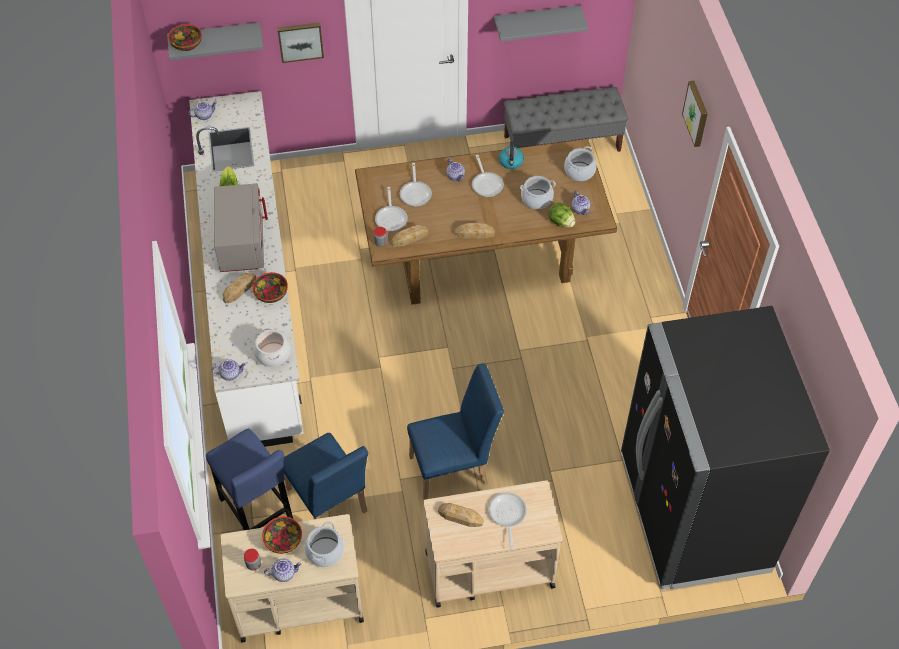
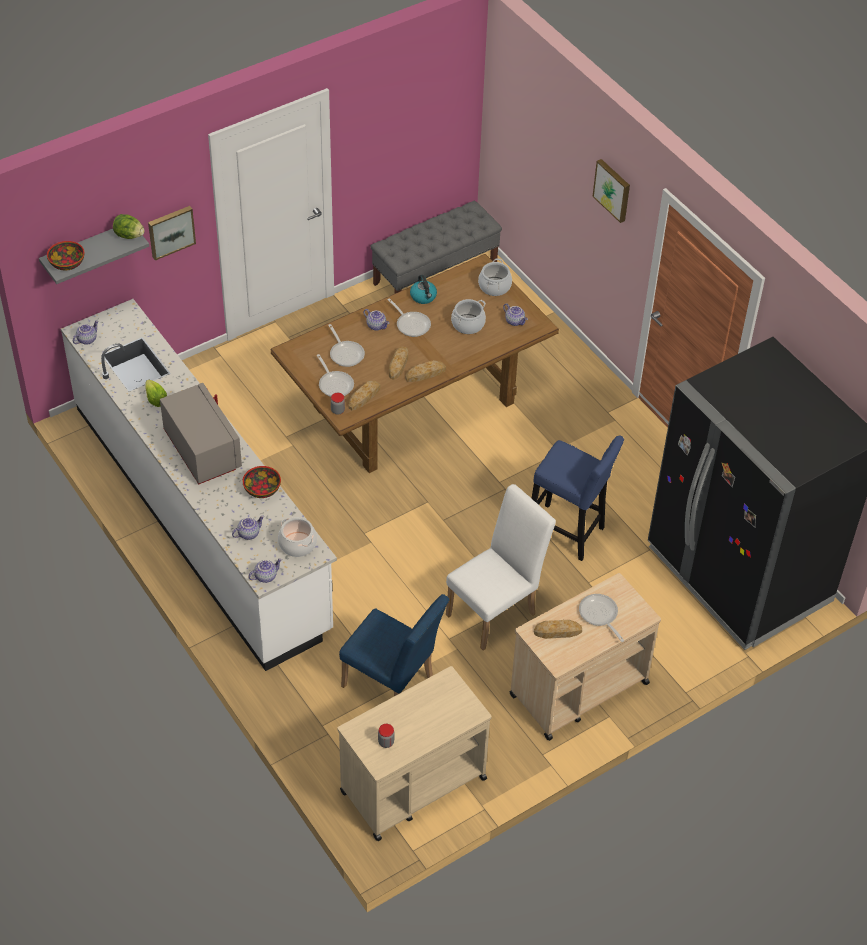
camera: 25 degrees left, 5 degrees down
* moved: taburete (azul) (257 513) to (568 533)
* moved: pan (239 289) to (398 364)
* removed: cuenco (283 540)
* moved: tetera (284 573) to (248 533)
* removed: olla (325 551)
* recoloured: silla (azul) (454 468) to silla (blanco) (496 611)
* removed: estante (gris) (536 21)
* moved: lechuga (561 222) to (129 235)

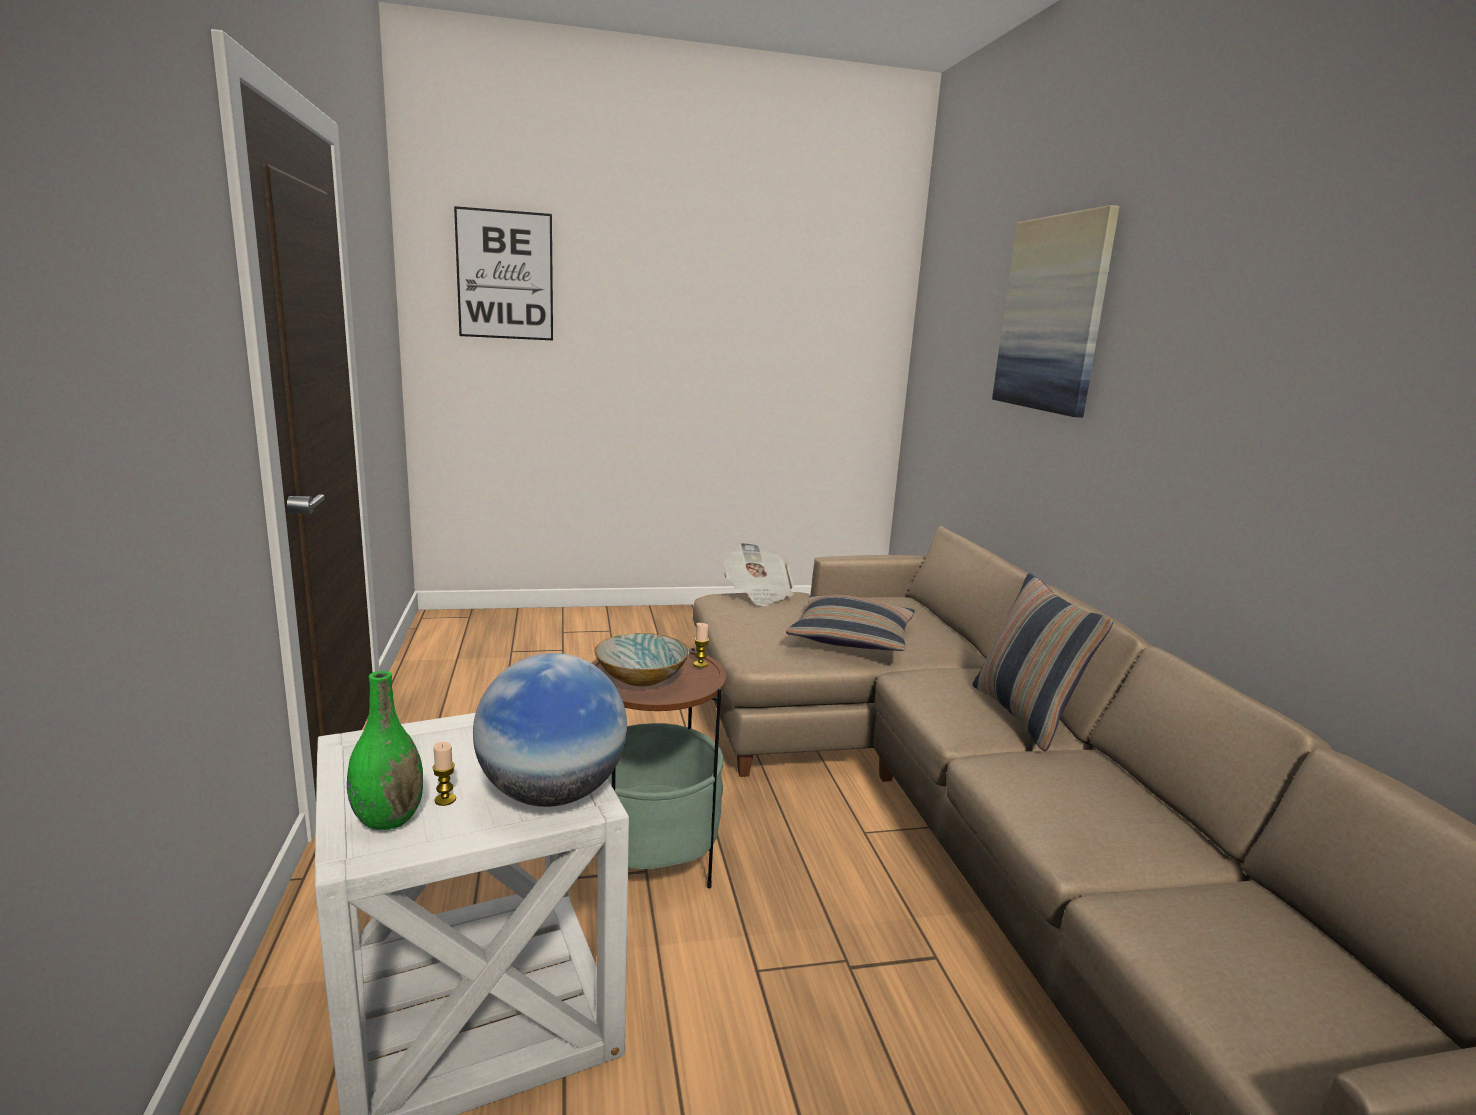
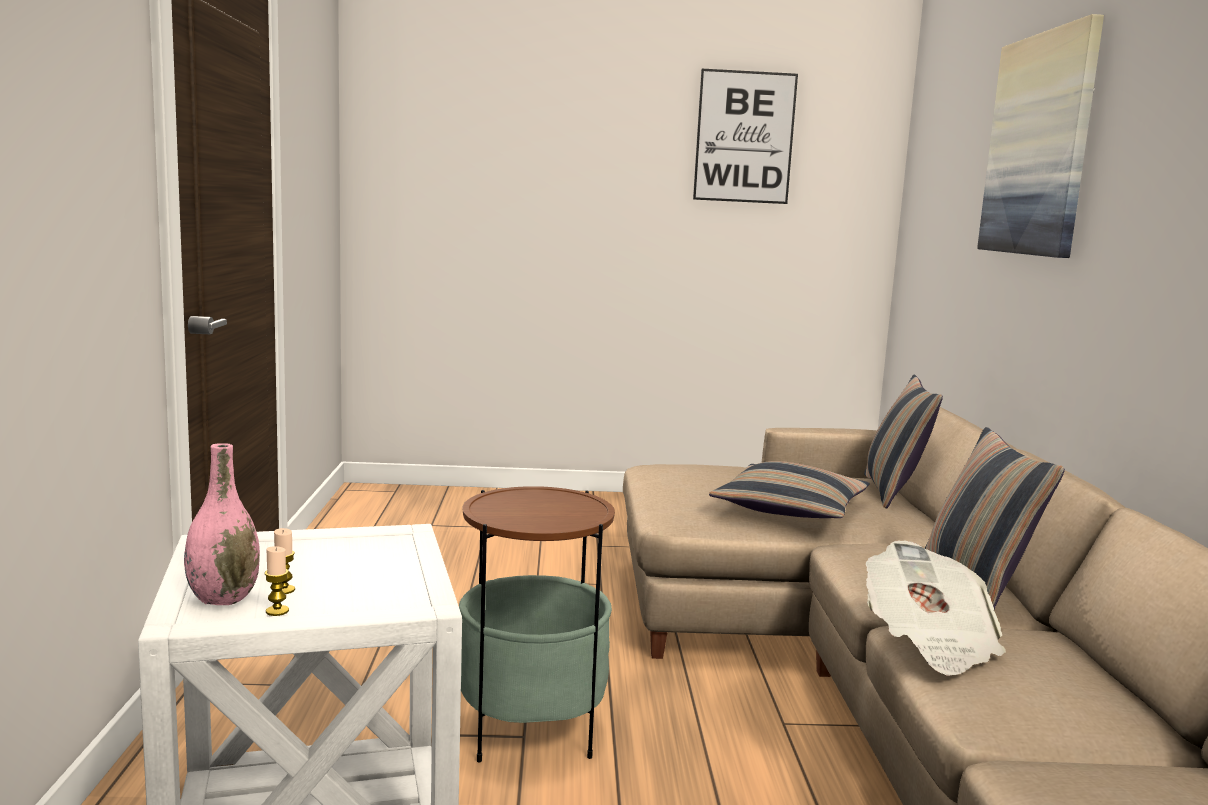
camera: 10 degrees right, 5 degrees down
* recoloured: florero (verde) (388 819) to florero (rosa) (223 598)
* moved: cuadro (505 275) to (744 137)
* removed: globo terráqueo (552 793)
* removed: cuenco (642 677)
* moved: vela (700 664) to (277 611)
* moved: periódico (757 593) to (929 642)
* added: cojín (893 492)

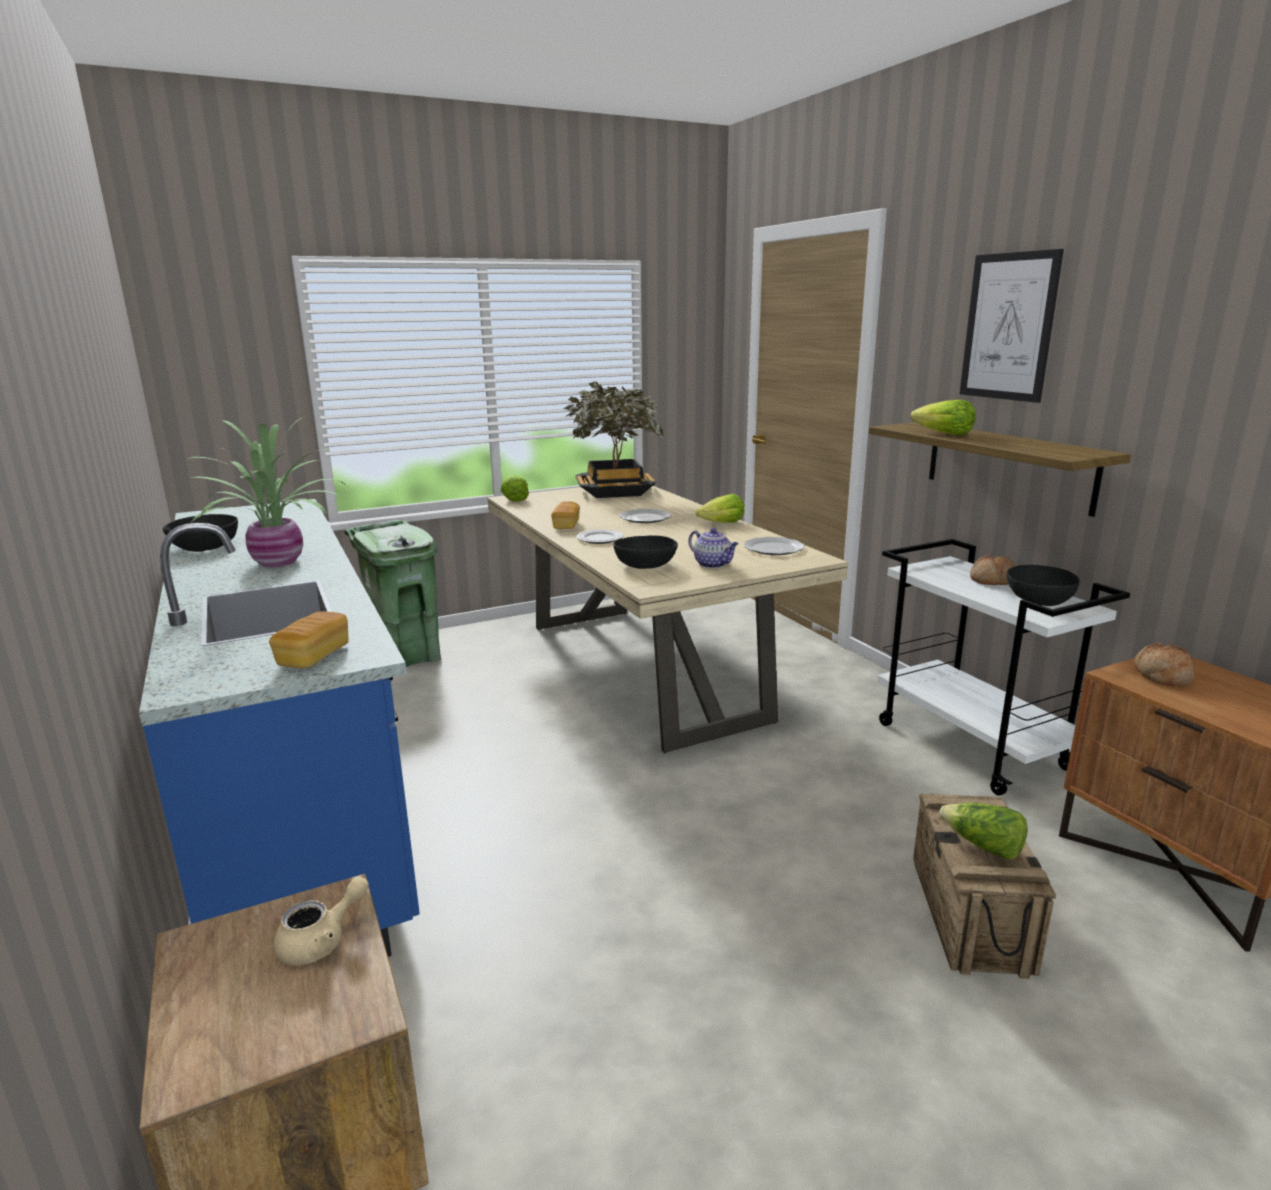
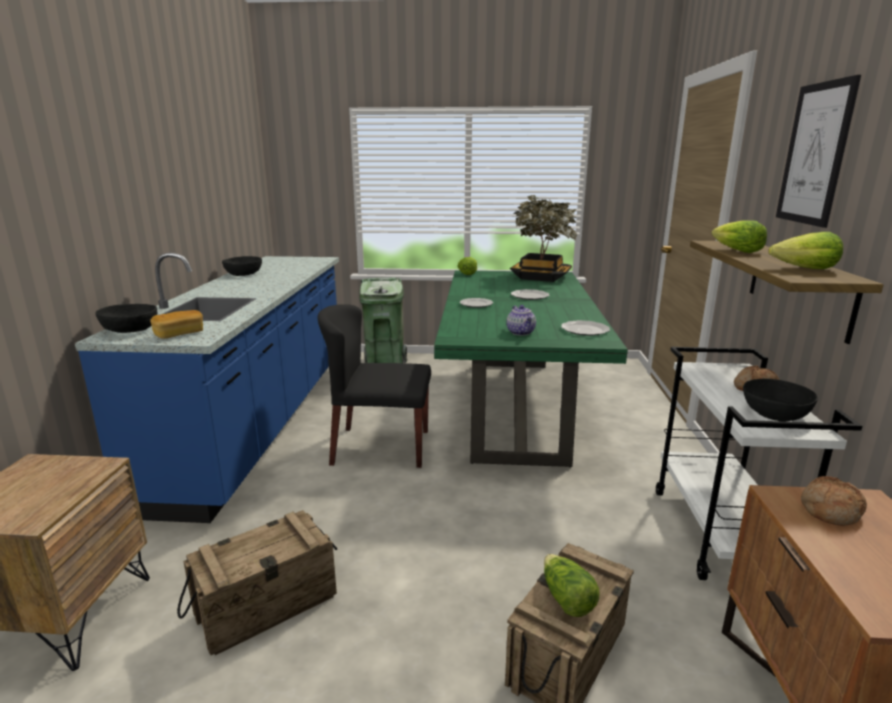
camera: 30 degrees right, 0 degrees up
* removed: planta en maceta (278 563)
* removed: tetera (beis) (321 941)
* recoloured: mesa de comedor (beis) (642 670) to mesa de comedor (verde) (515 407)
* removed: pan (566 525)
* moved: cuenco (negro) (645 566) to (131 330)
* moved: lechuga (722 524) to (805 269)
* added: caja de embalaje (266 605)
* added: silla (negro) (380 447)

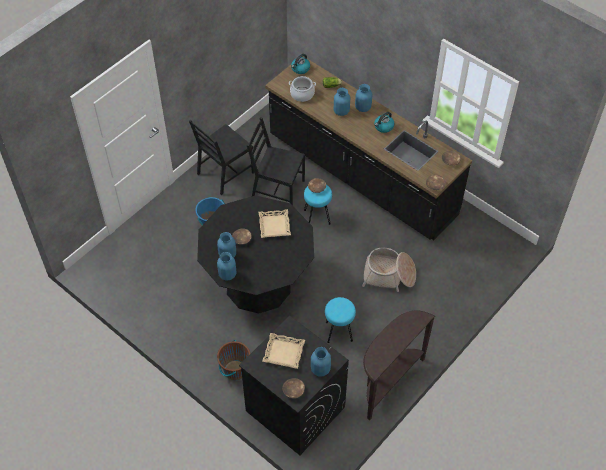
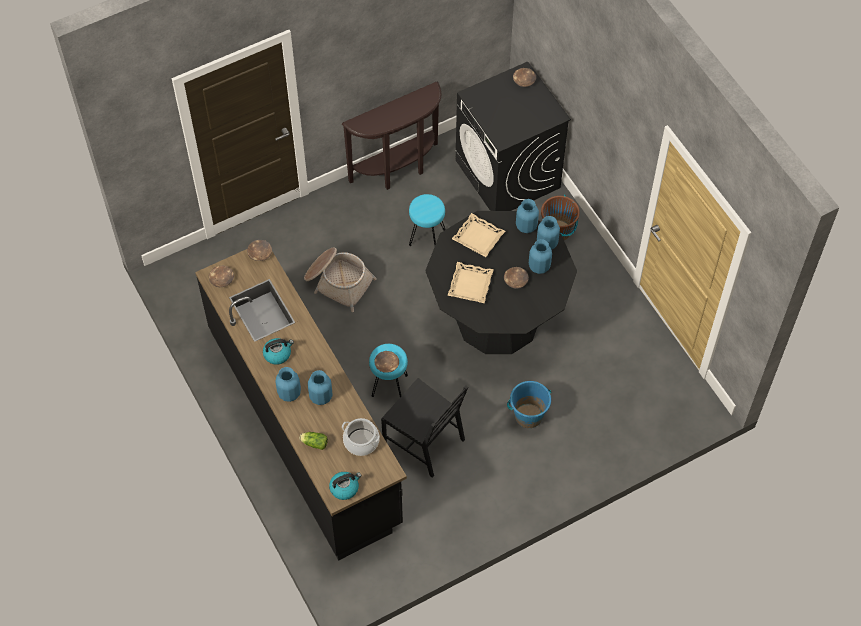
camera: 160 degrees left, 5 degrees up
* removed: silla (negro) (225 173)
* moved: bandeja (beis) (283 353) to (478 237)
* moved: florero (azul) (320 369) to (526 226)

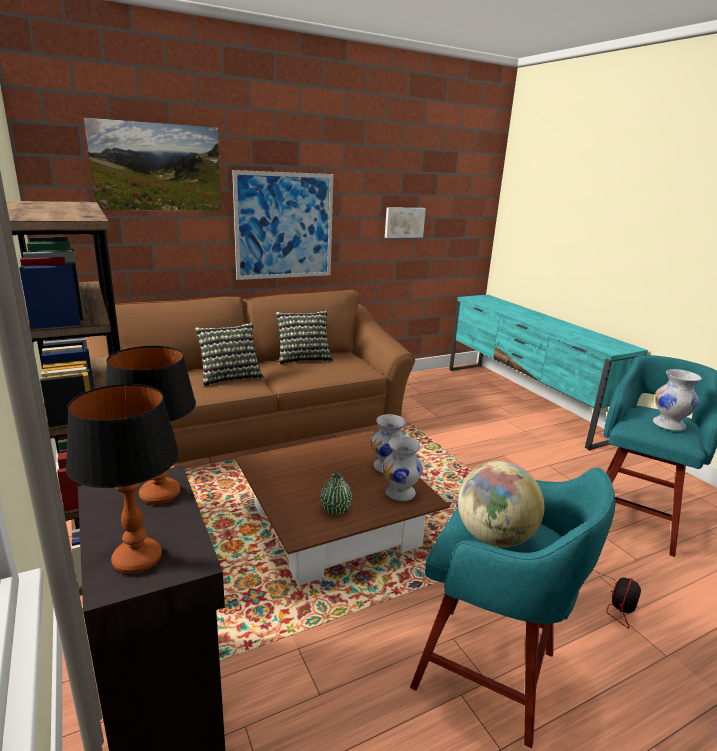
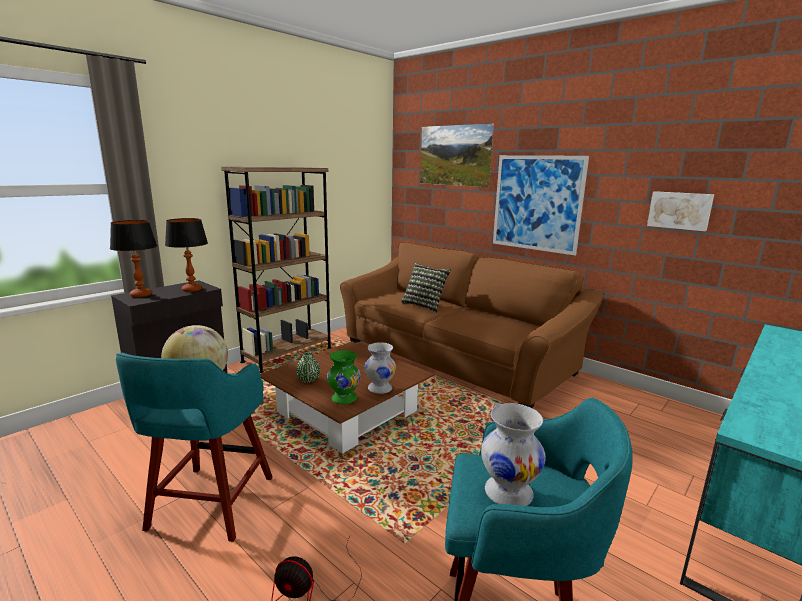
camera: 70 degrees right, 5 degrees down
* removed: cojín (303 358)
* recoloured: florero (blanco) (399 493) to florero (verde) (344 398)

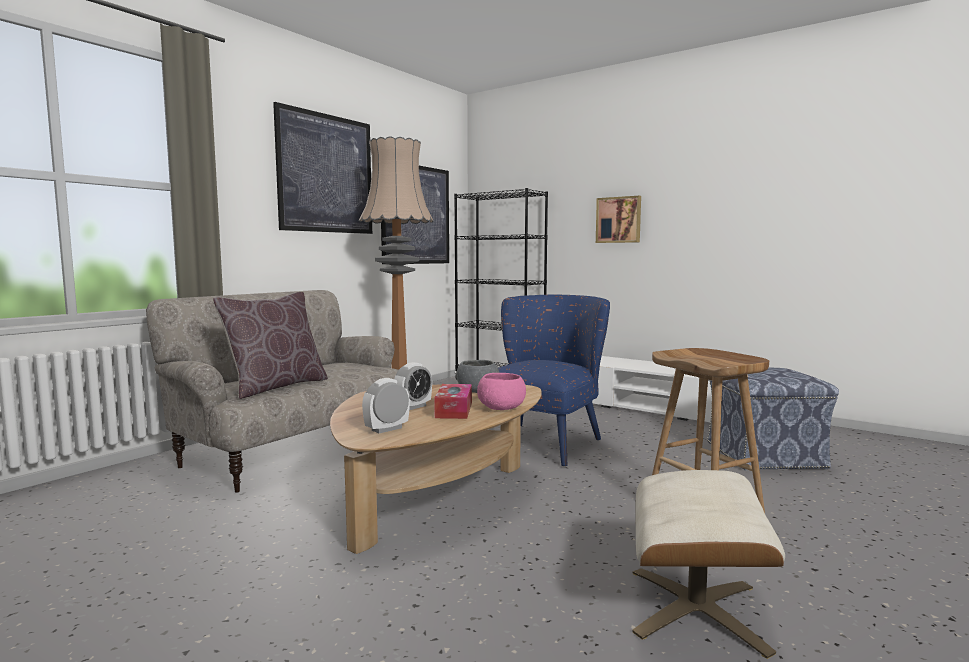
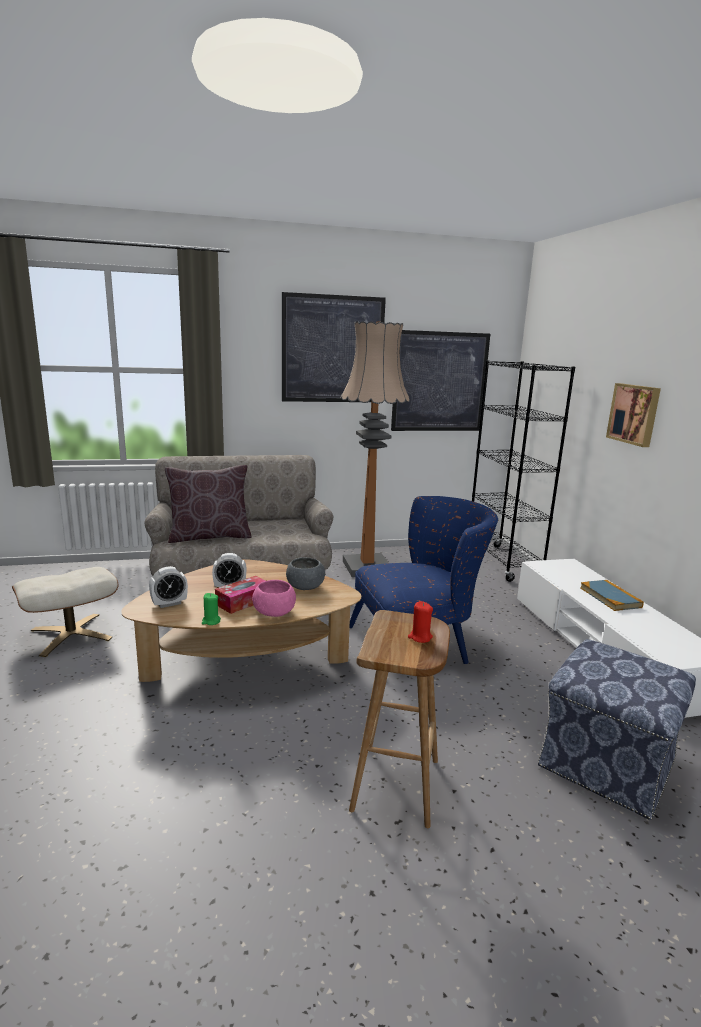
camera: 40 degrees right, 10 degrees up
* turned: despertador (387 429) = (169 603) 150 degrees clockwise
* moved: puf (beis) (697 609) to (71 634)
* added: vela (verde) (211 621)
* added: vela (rojo) (420 637)
* added: libro (610 597)

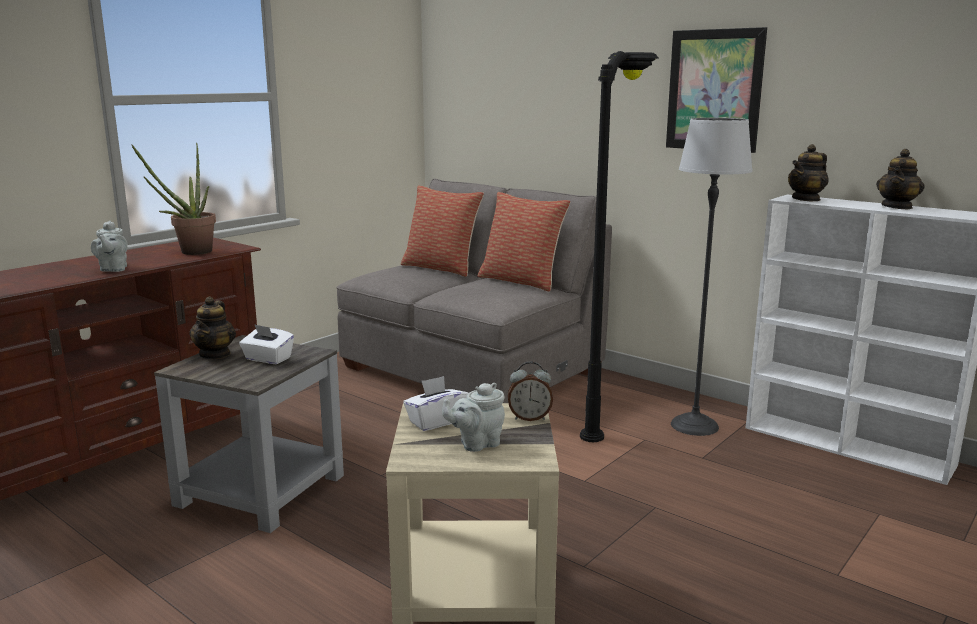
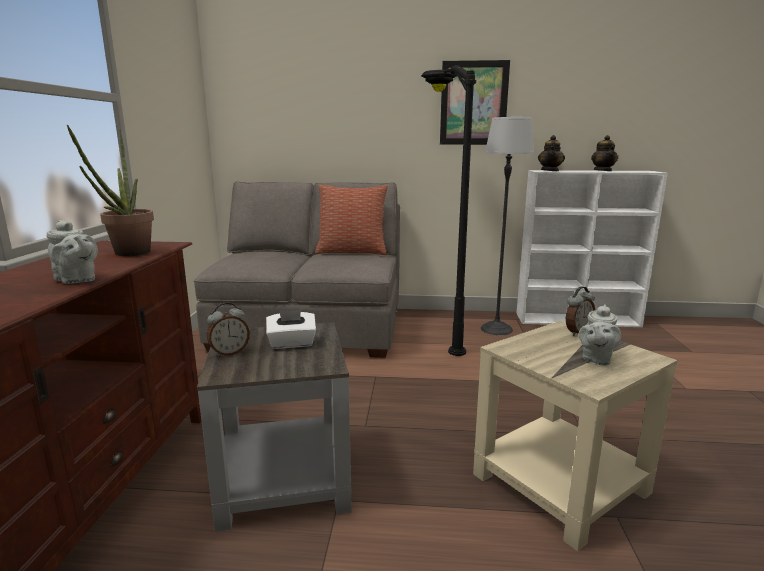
camera: 35 degrees left, 0 degrees up
* replaced: tetera (215 354) to despertador (229 353)
* removed: cojín (441 268)
* removed: caja de pañuelos (blanco) (436 421)

